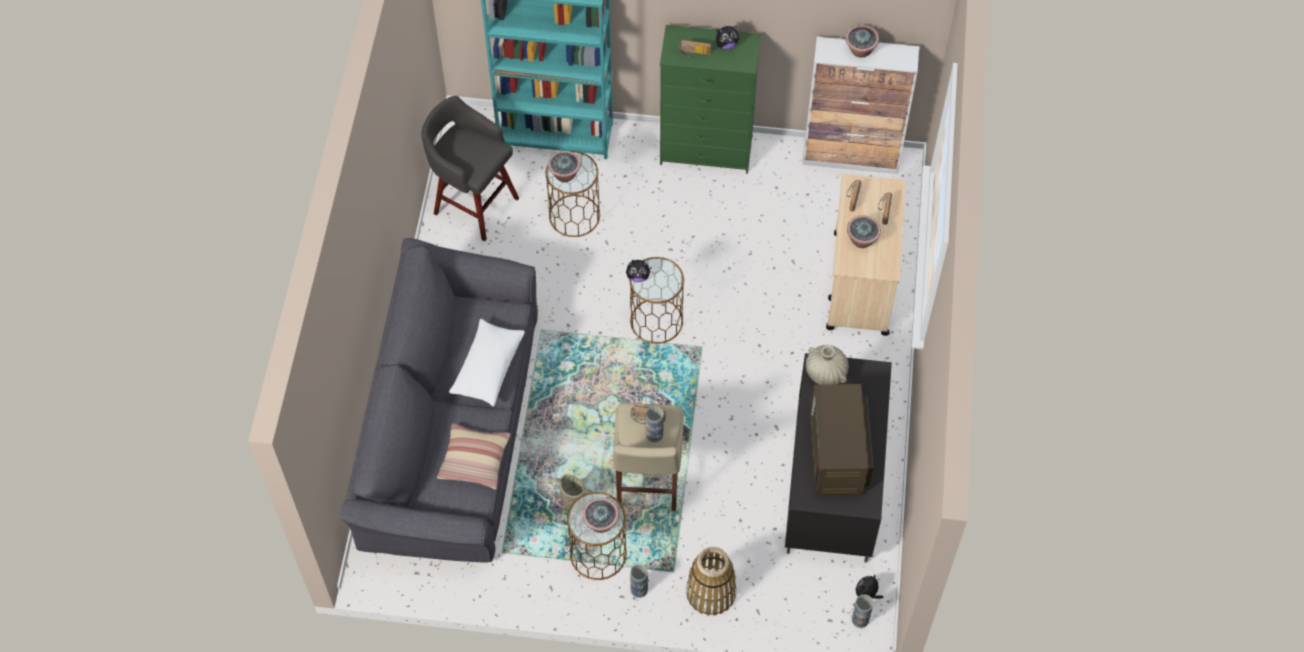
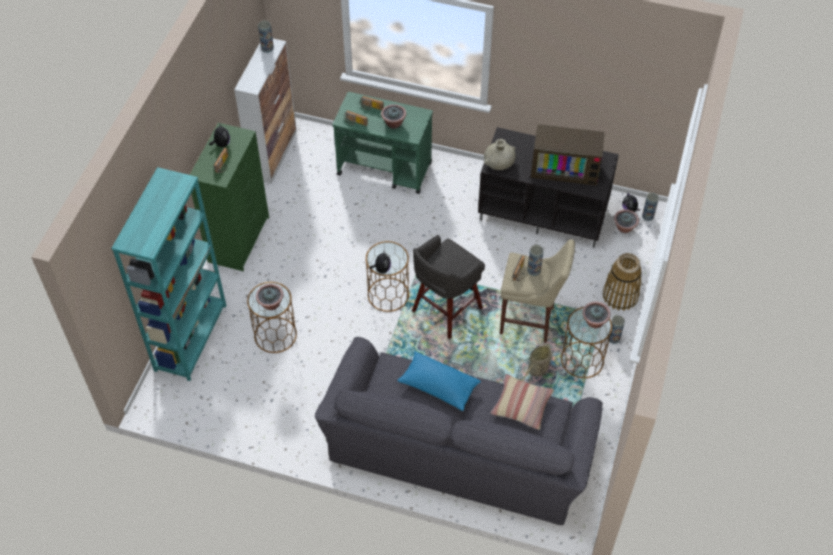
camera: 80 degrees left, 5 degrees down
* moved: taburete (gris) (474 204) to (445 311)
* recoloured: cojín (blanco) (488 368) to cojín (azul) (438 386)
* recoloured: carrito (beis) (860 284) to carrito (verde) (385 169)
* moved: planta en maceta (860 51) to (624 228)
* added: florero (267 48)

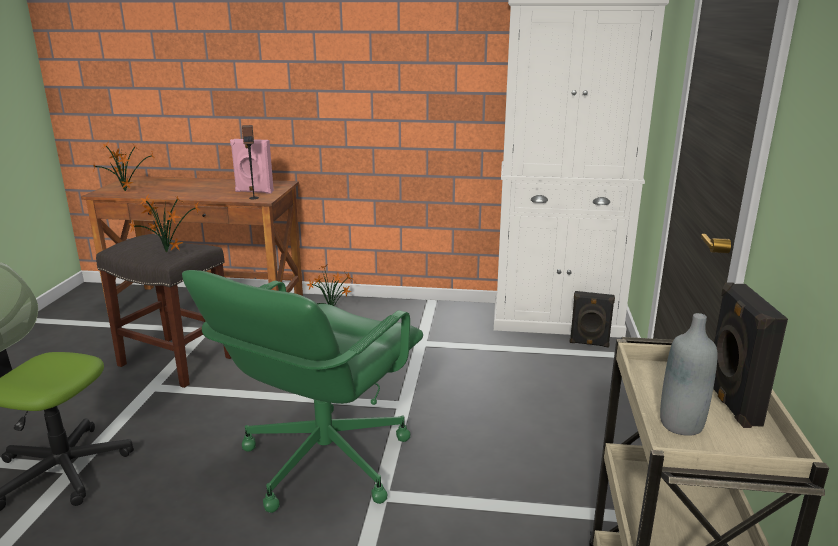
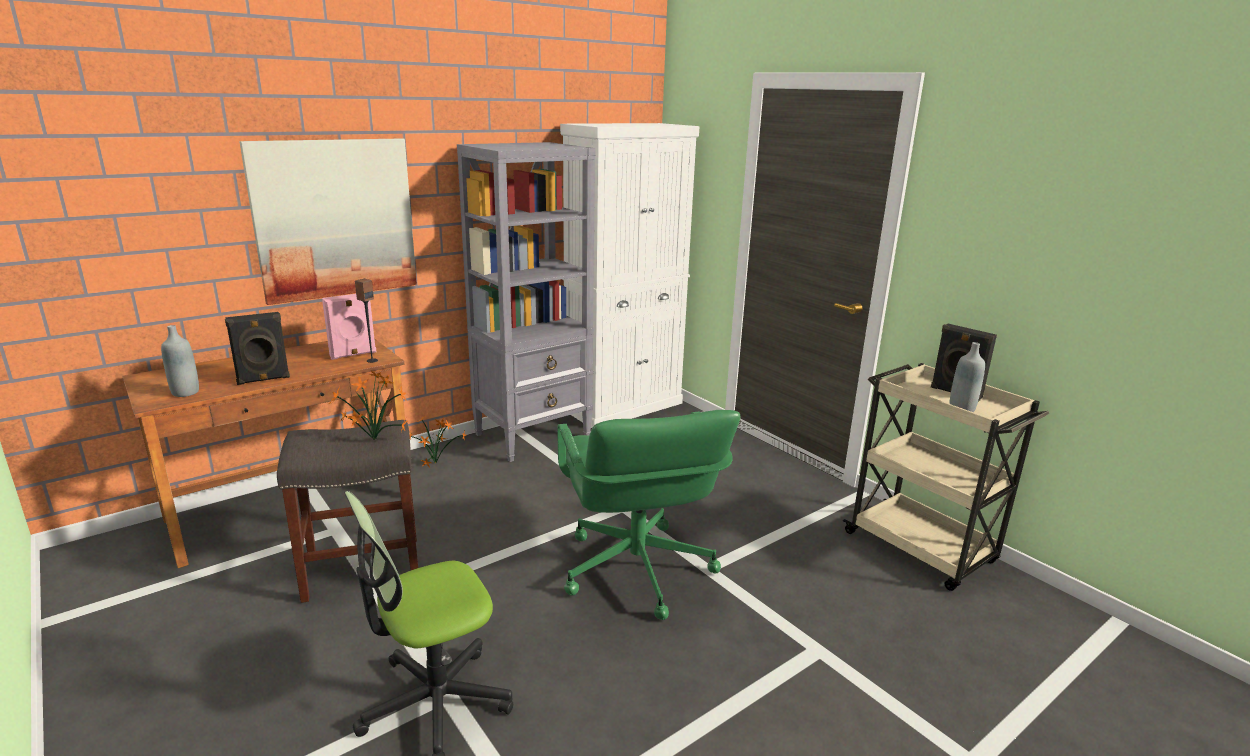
camera: 45 degrees left, 0 degrees up
* replaced: planta en maceta (125 191) to botella (gris) (185 392)
* moved: altavoz (negro) (589 343) to (263 379)
* added: cuadro (335 219)
* added: estantería (gris) (534 436)

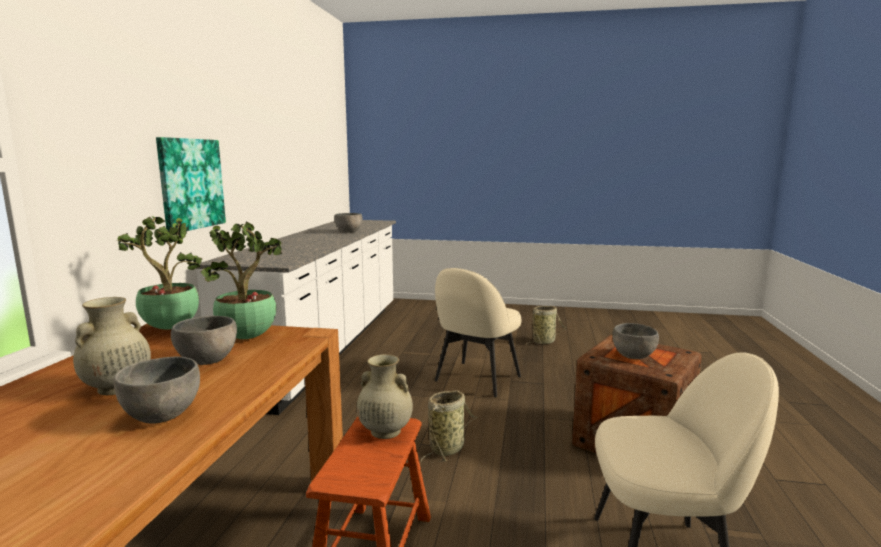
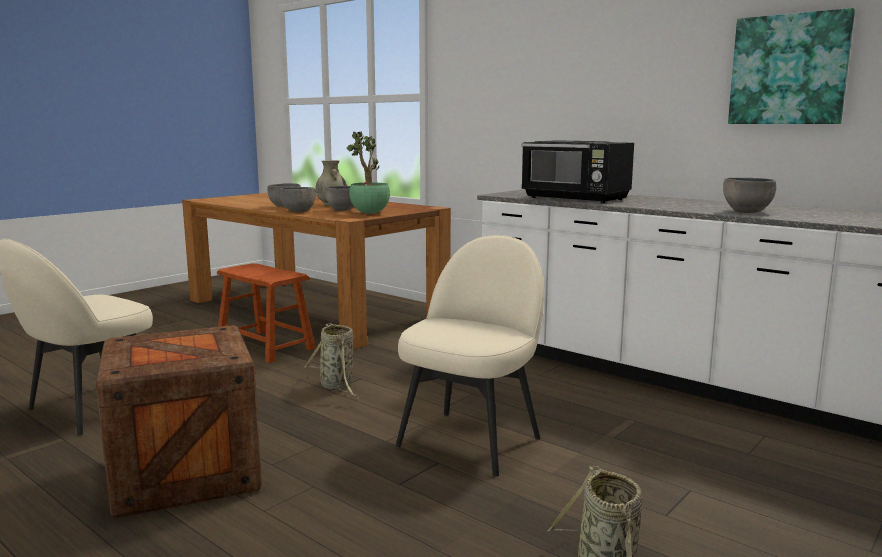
camera: 120 degrees right, 0 degrees up
* removed: planta en maceta (169 328)
* moved: cuadro (191 184) to (788 70)
* removed: florero (beis) (384 431)
* turned: silla (beis) (476 379) = (471 440) 60 degrees clockwise
* moved: cuenco (gris) (633 356) to (299 211)
* added: microondas (negro) (576 199)

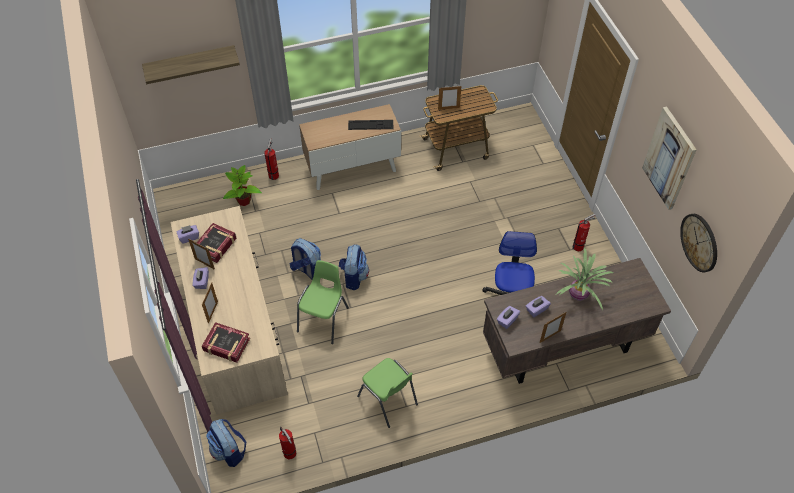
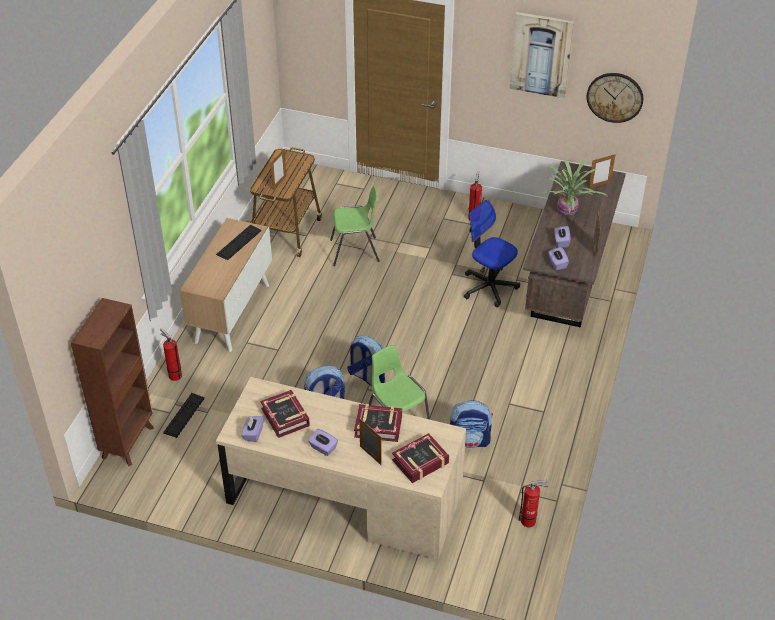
camera: 55 degrees left, 10 degrees down
* removed: estante (190 63)
* moved: portarretratos (204 264) to (599 185)
* moved: mochila (229 451) to (470 440)
* replaced: planta en maceta (244 201) to teclado (184 415)
* moved: silla (verde) (388 400) to (355 251)
* added: estantería (marrón) (129 441)
* added: libro (378 426)

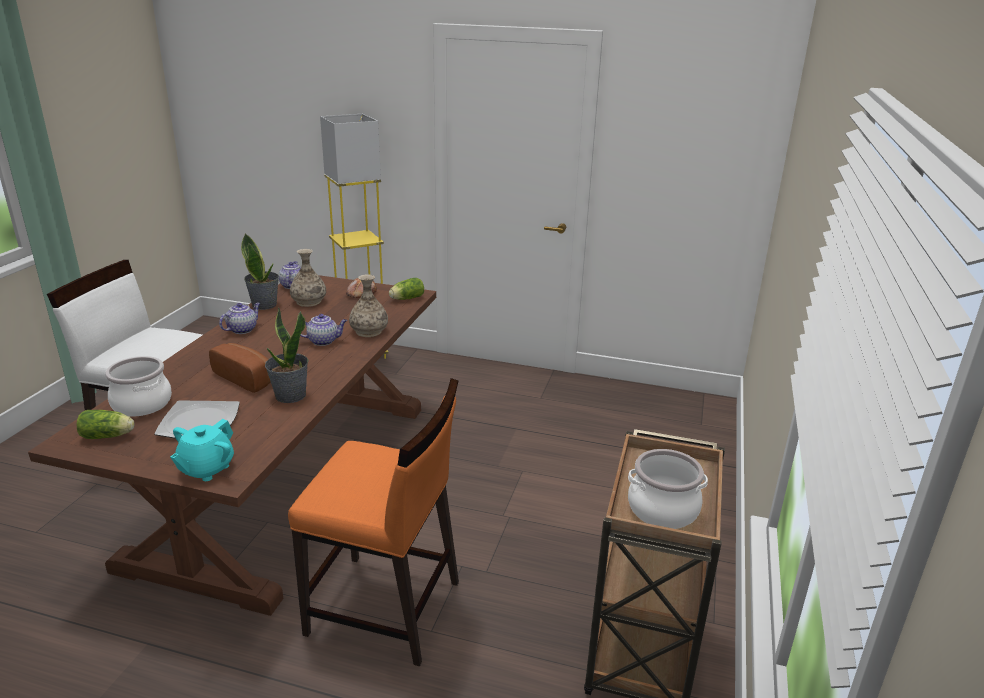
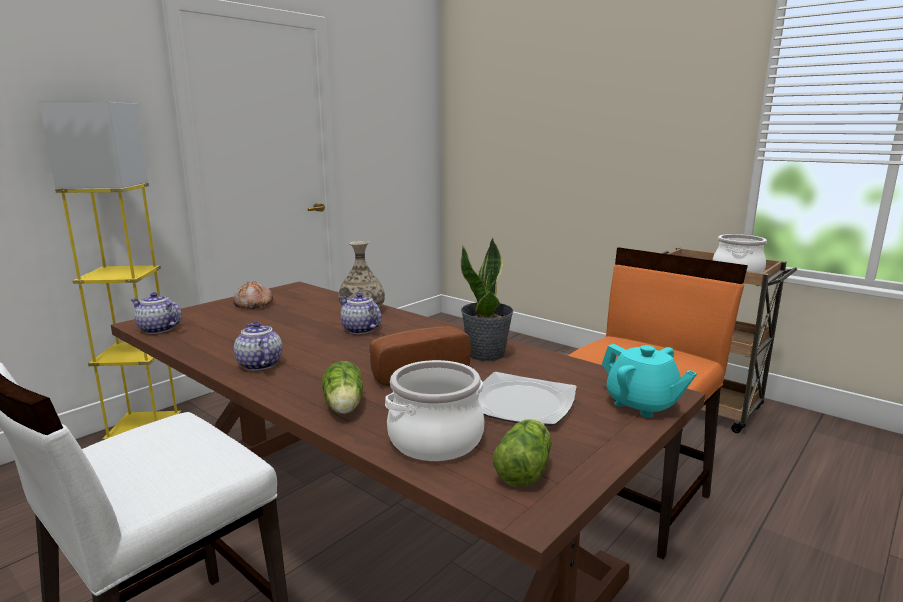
camera: 65 degrees left, 10 degrees down
* removed: planta en maceta (265 305)
* removed: florero (309 302)
* turned: tetera (323 341) = (360 329) 60 degrees counterclockwise
* moved: lechuga (406 299) to (344 407)

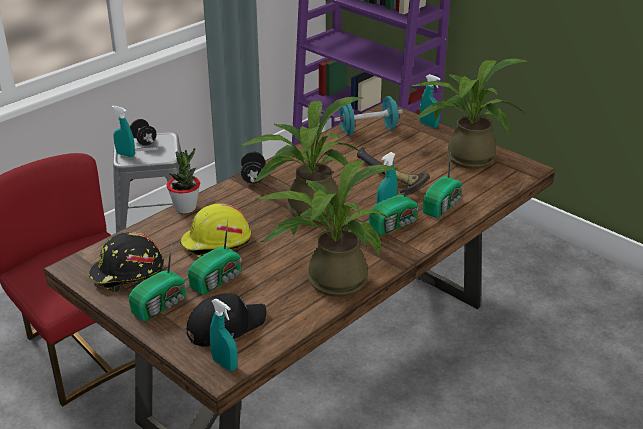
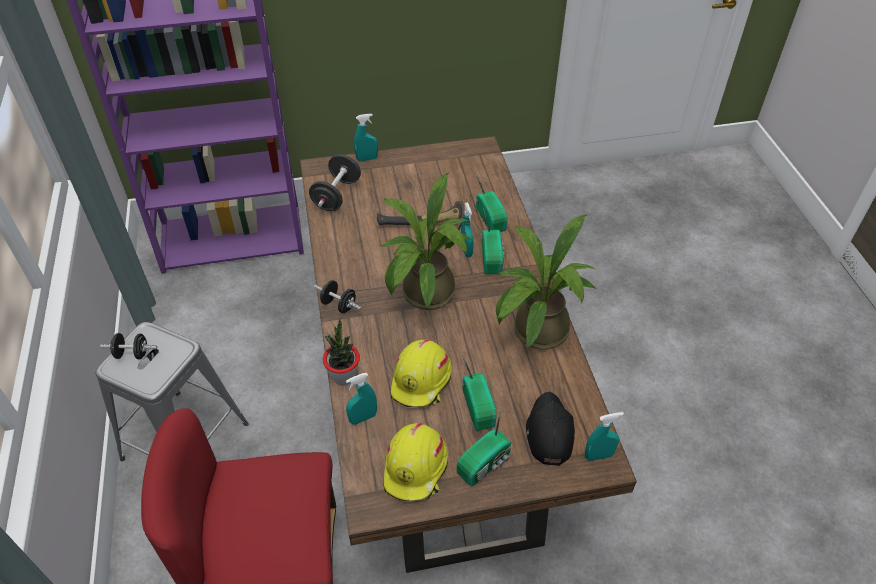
camera: 55 degrees left, 15 degrees up
* recoloured: casco (negro) (127 274) to casco (amarillo) (416 468)
* moved: pulverizador (turquesa) (125 155) to (363 418)
* turned: radio (161 305) = (486 463) 60 degrees clockwise
* recoloured: mancuerna (turquesa) (368 130) to mancuerna (negro) (337 195)
* removed: planta en maceta (464 157)

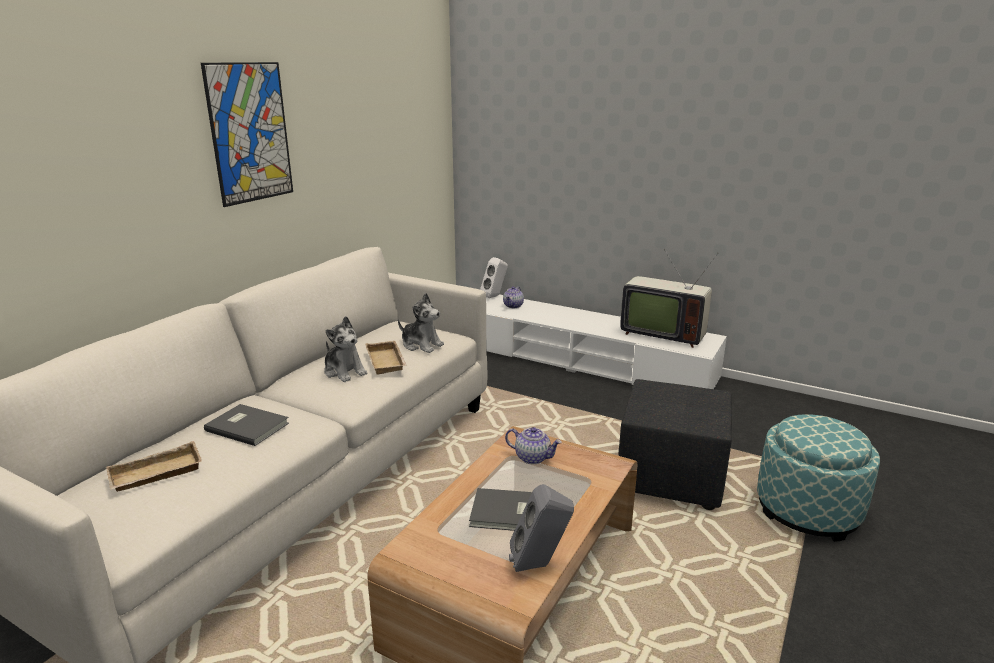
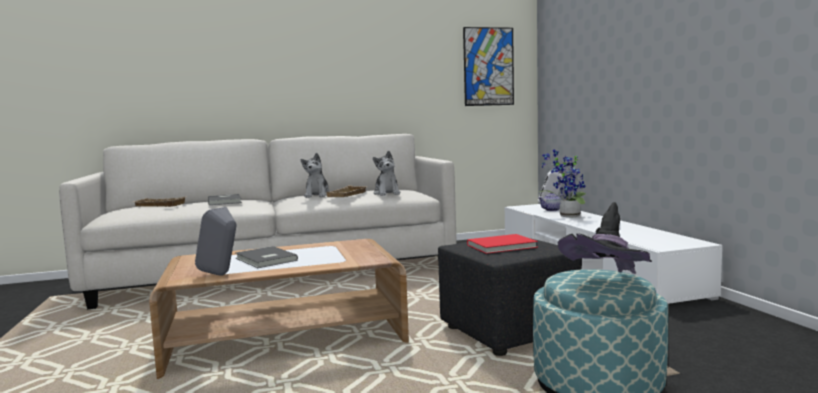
camera: 45 degrees right, 15 degrees down
* moved: cuadro (250 133) to (488 66)
* removed: tetera (533 457)
* removed: televisor (662 334)
* added: libro (rojo) (503 246)
* added: planta en maceta (567 216)
* added: sombrero (negro) (608 287)

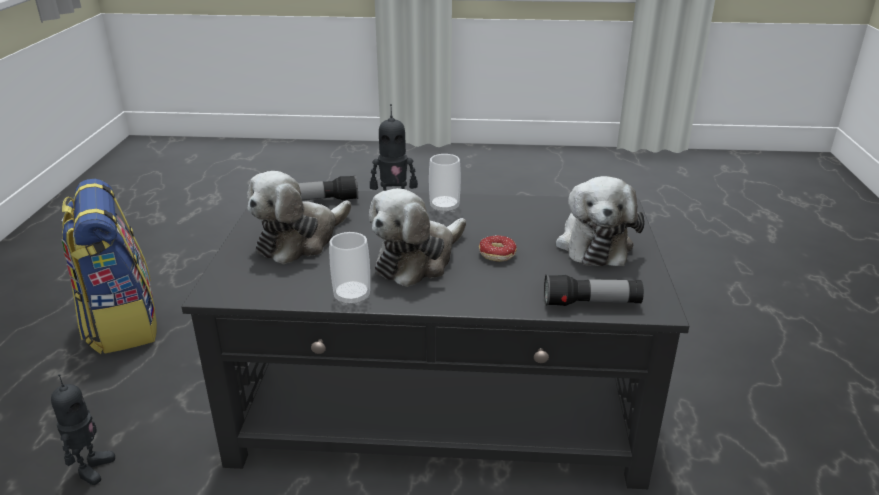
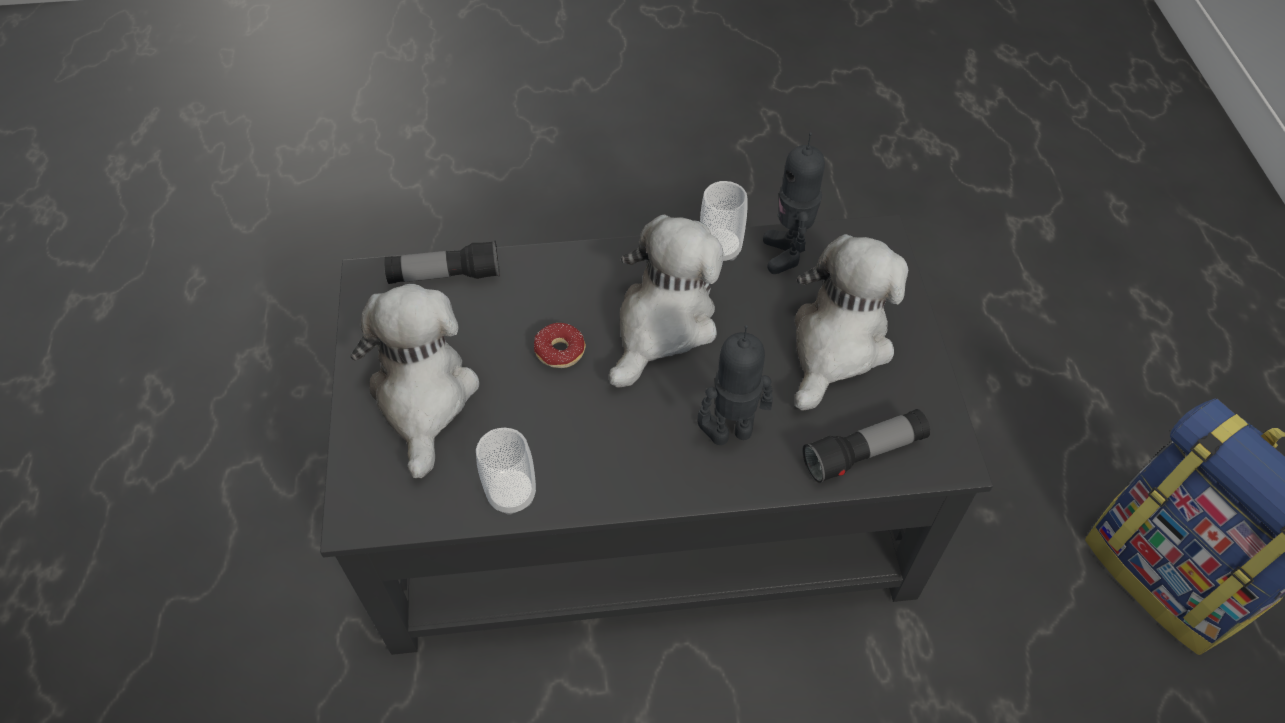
camera: 170 degrees right, 25 degrees up
* moved: robot de juguete (92 468) to (787 253)
* moved: taza (444 208) to (511 494)

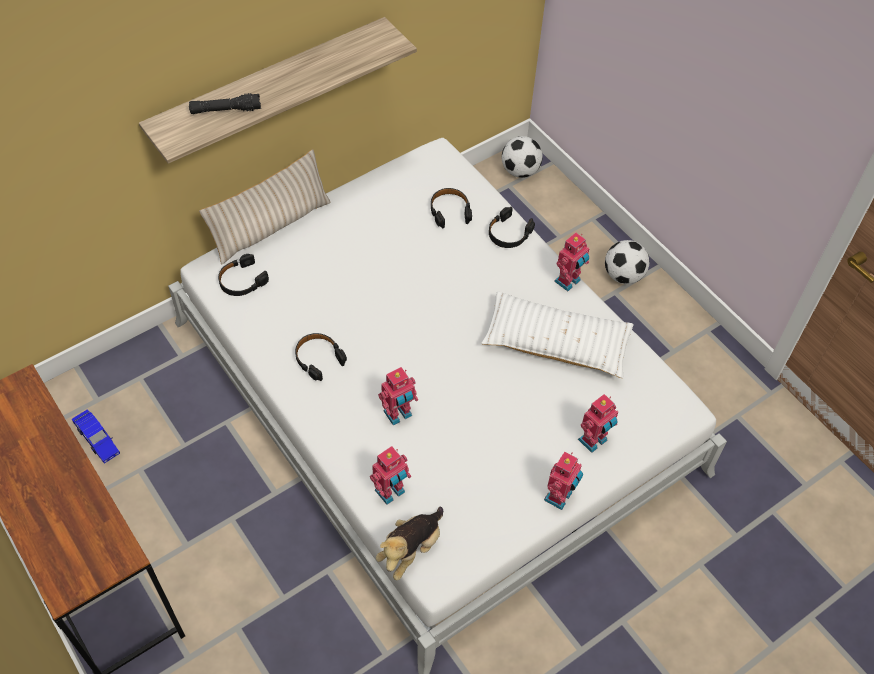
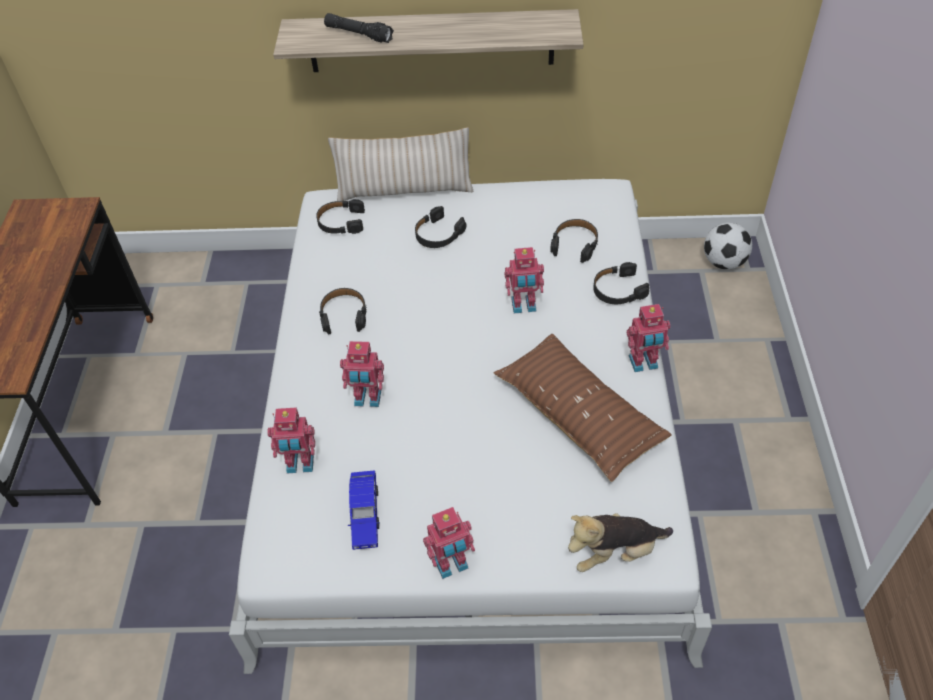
camera: 40 degrees right, 5 degrees down
* moved: coche de juguete (azul) (97 439) to (365 514)
* moved: peluche (411 549) to (614 552)
* recoloured: cojín (blanco) (556 343) to cojín (marrón) (578 415)
* moved: robot de juguete (594 441) to (524 306)
* removed: balón de fútbol (623 275)
* added: auriculares (negro) (438 234)

